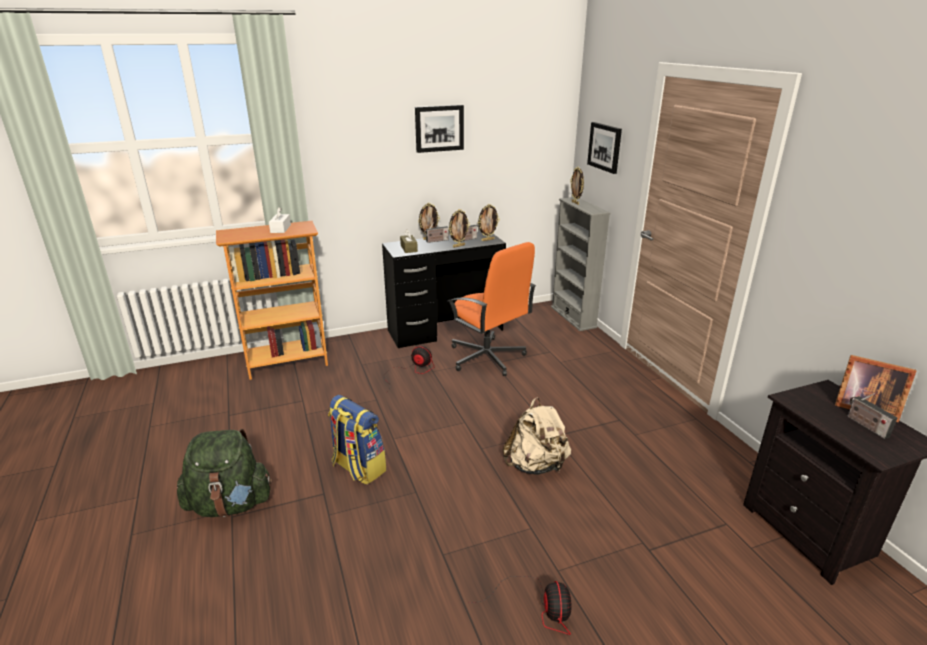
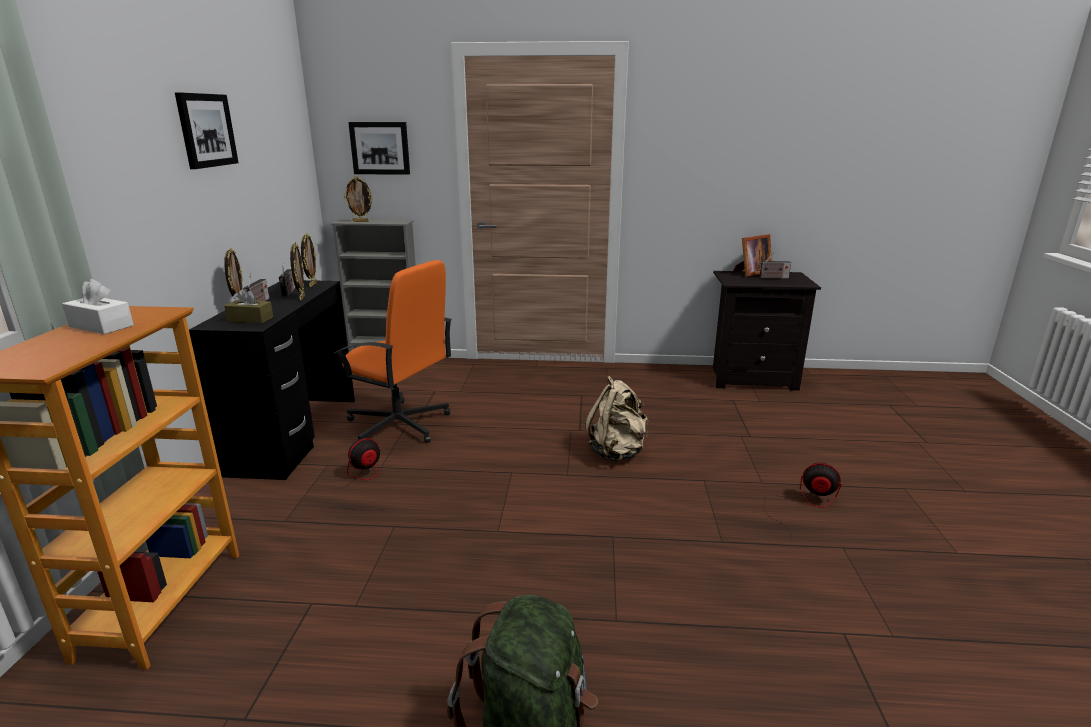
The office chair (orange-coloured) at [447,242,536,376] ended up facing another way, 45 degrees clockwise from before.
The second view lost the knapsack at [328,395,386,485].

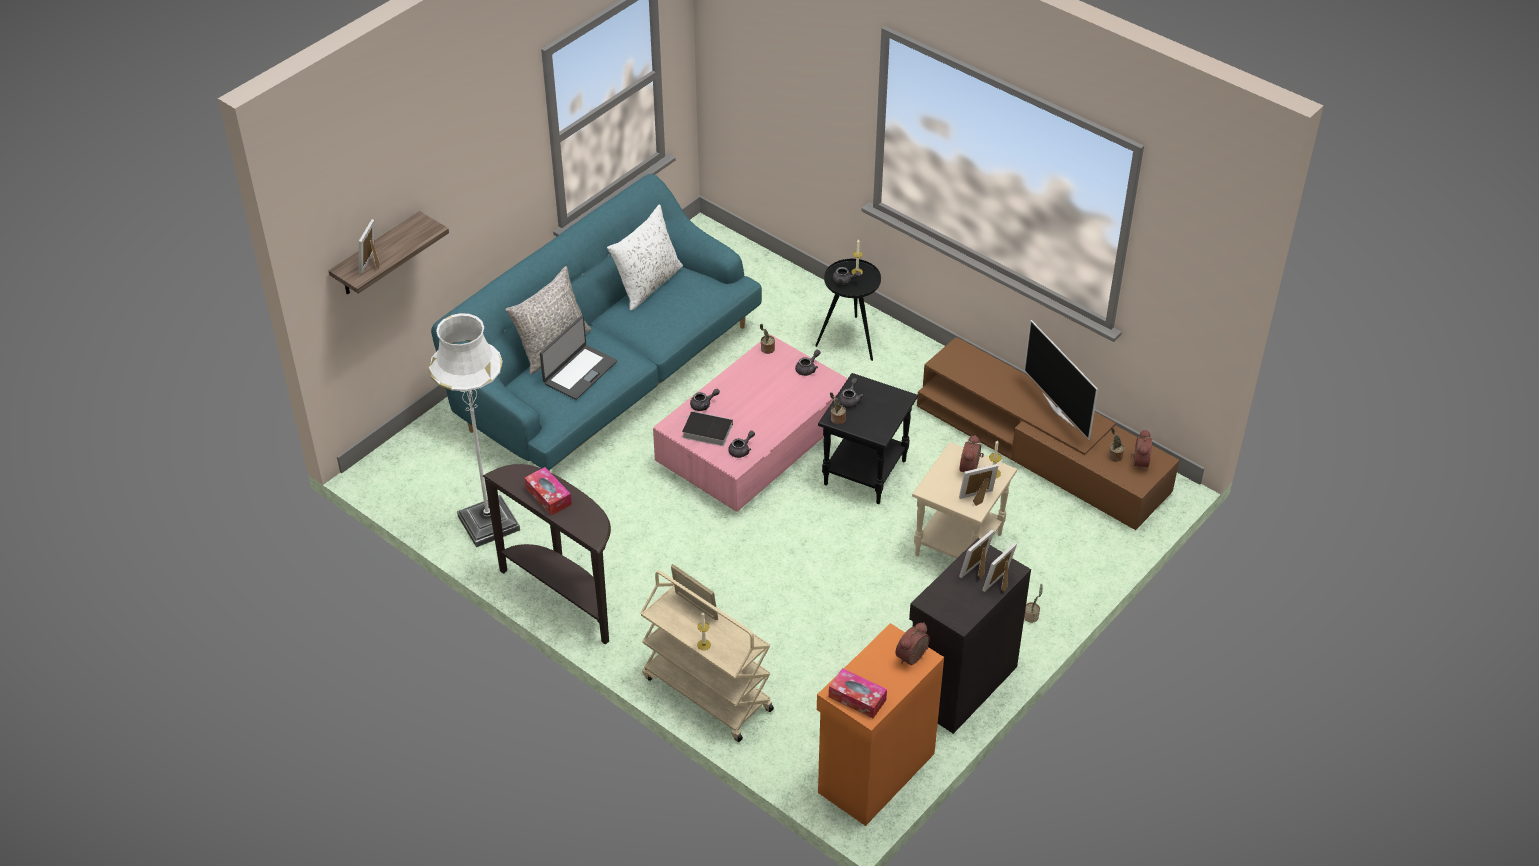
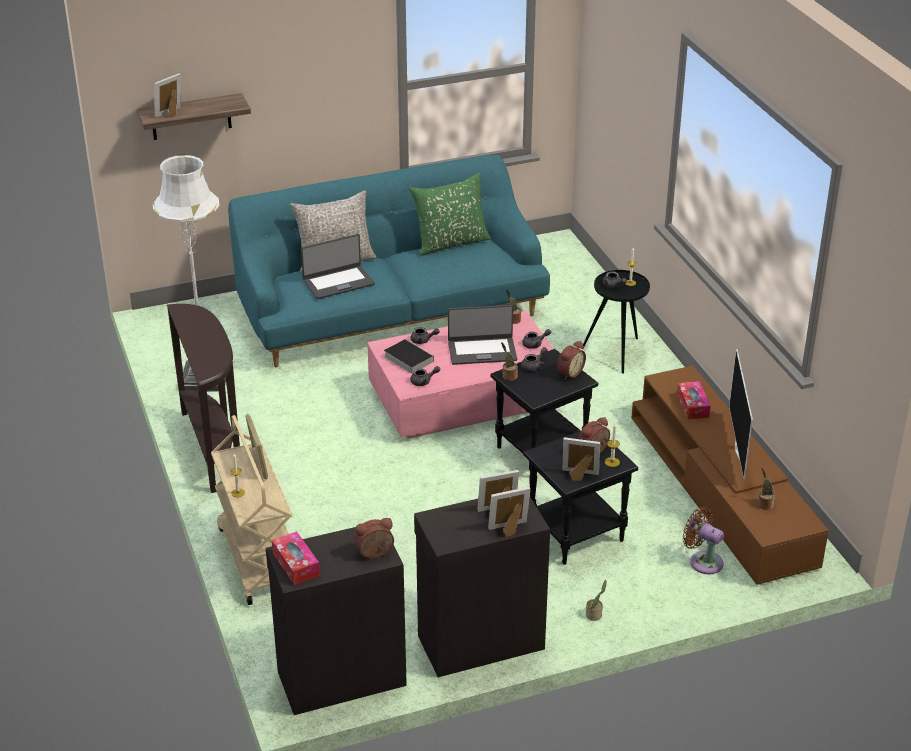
What was the throw pillow (white-coloured) at [607,205,683,311] turned into the throw pillow (green-coloured) at [409,173,491,256].
The bedside clock ended up elsewhere, having gone from [1131,429,1152,471] to [557,341,586,380].
What was the end table (beige) at [912,442,1017,559] turned into the end table (blackish) at [523,431,638,565].
The tissue holder ended up elsewhere, having gone from [524,467,572,516] to [677,381,711,420].
What was the cabinet (orange-coloured) at [817,623,944,826] turned into the cabinet (blackish) at [266,527,407,715].
The second view gained the portable computer at [448,305,517,365].
The second view gained the fan (brownish) at [683,507,724,574].

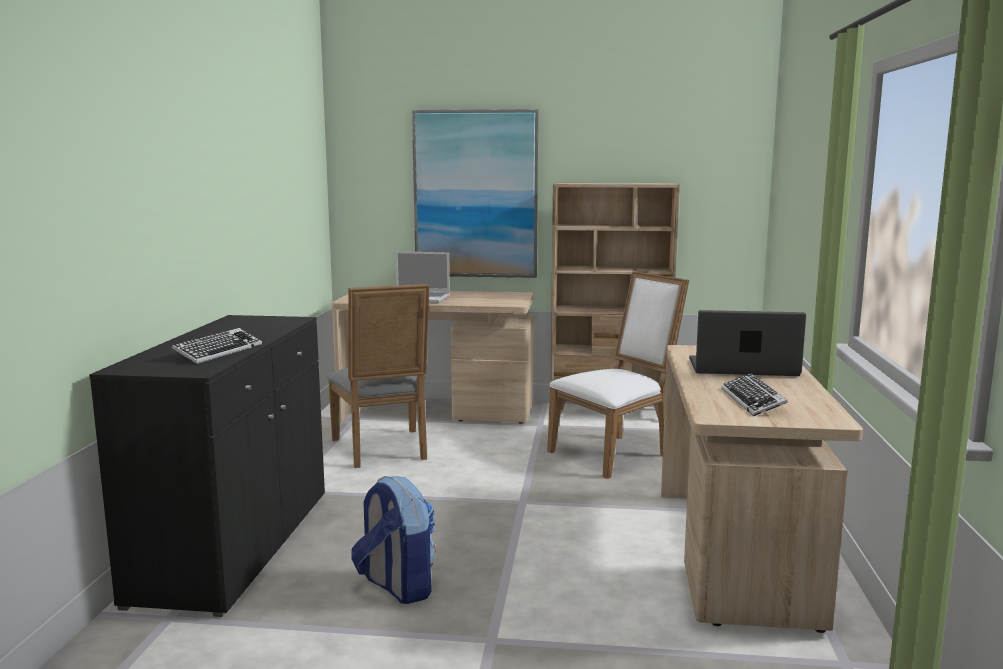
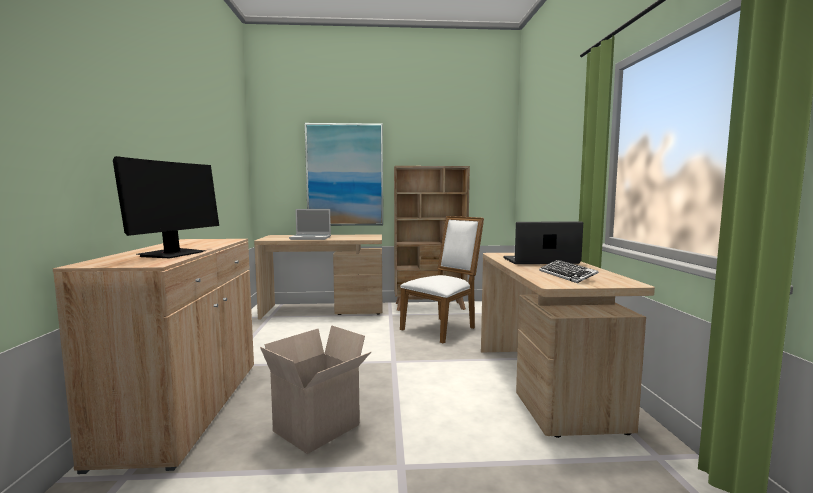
The second view lost the upright chair (grey) at [327,284,430,468].
What was the cabinet (blackish) at [89,315,325,617] turned into the cabinet (beige) at [53,239,254,474].
Where the keyboard stood at [172,328,262,364], the computer screen came to stand at [113,156,219,258].
Where the knapsack stood at [351,476,435,604], the carton came to stand at [260,325,371,454].

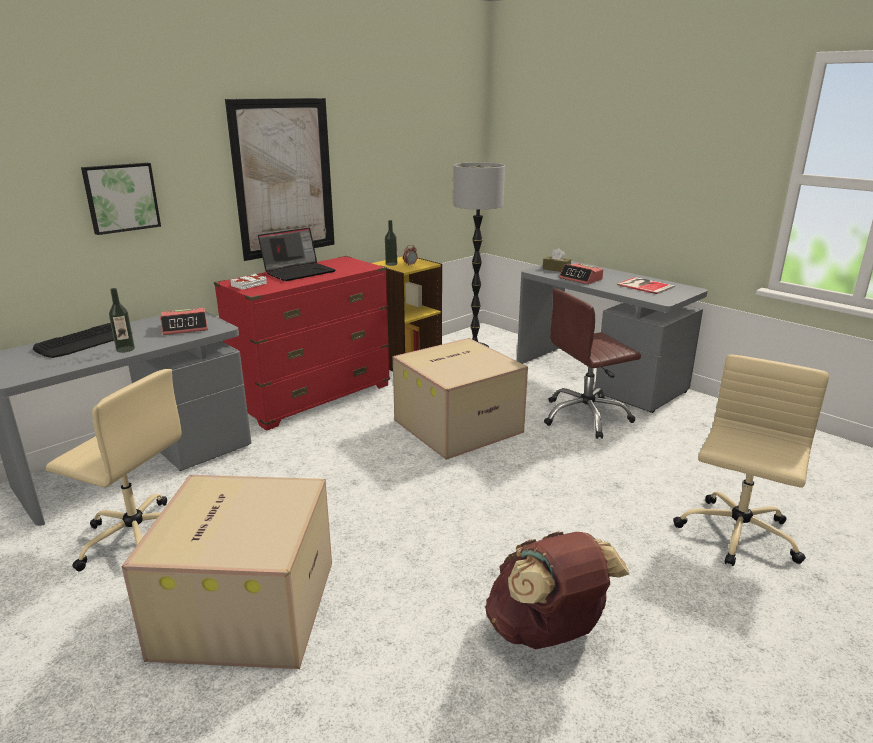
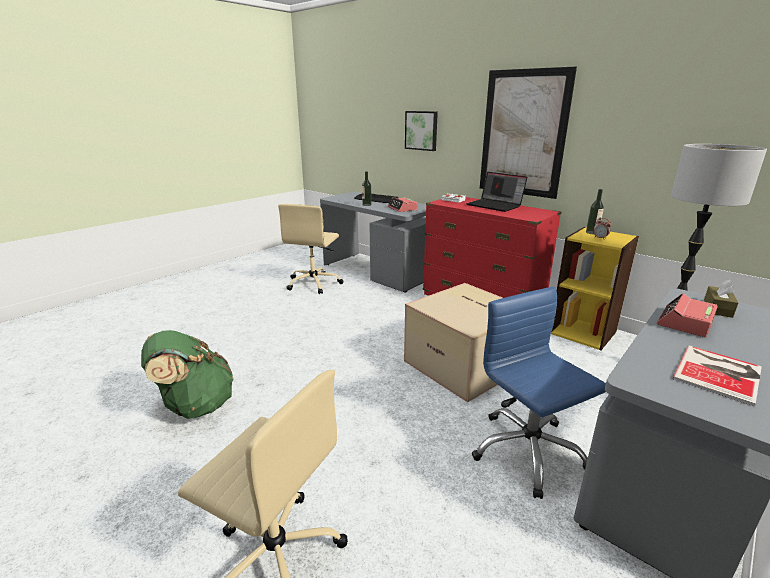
What was the office chair (brownish) at [544,288,641,439] turned into the office chair (blue-coloured) at [472,287,606,499].
The second view lost the carton at [121,475,332,669].
What was the knapsack (brownish) at [485,531,629,649] turned into the knapsack (green-coloured) at [141,330,234,419].

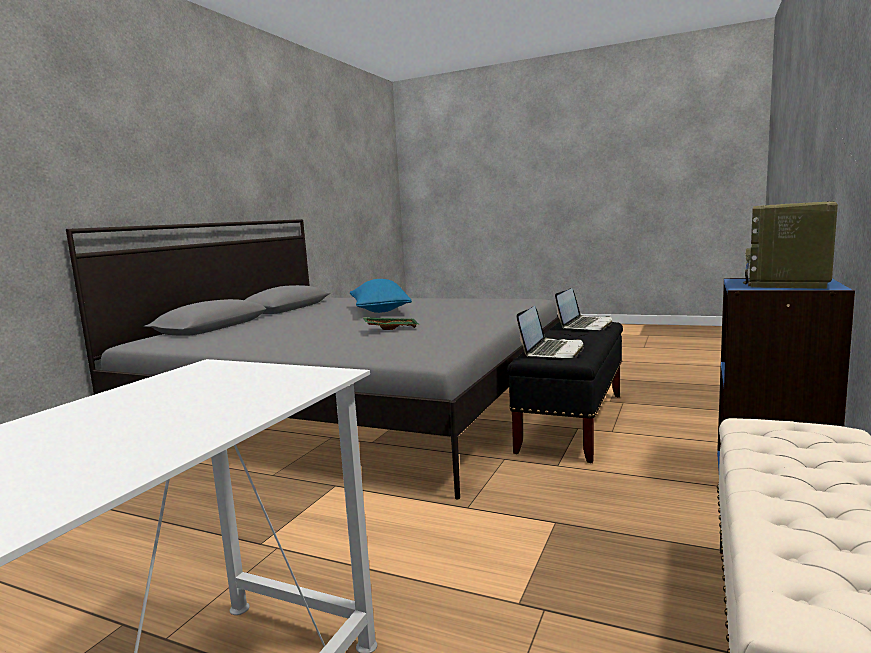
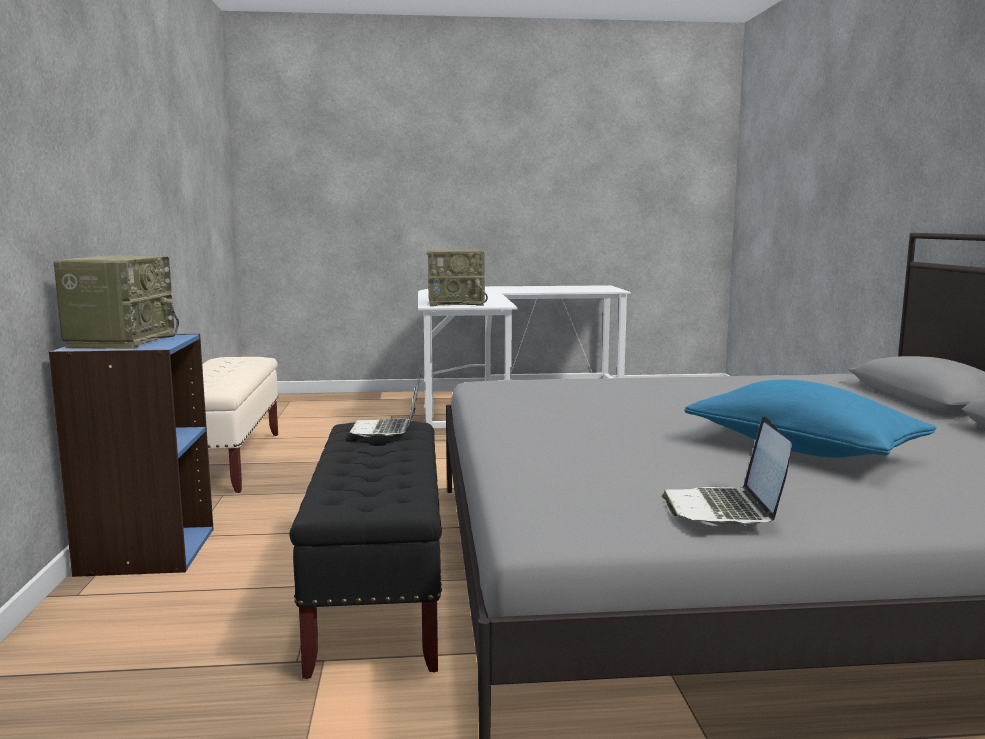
The portable computer ended up elsewhere, having gone from [555,288,612,330] to [662,416,792,526].
The second view lost the tray (green-coloured) at [363,317,420,330].
The second view gained the radio at [427,250,488,306].

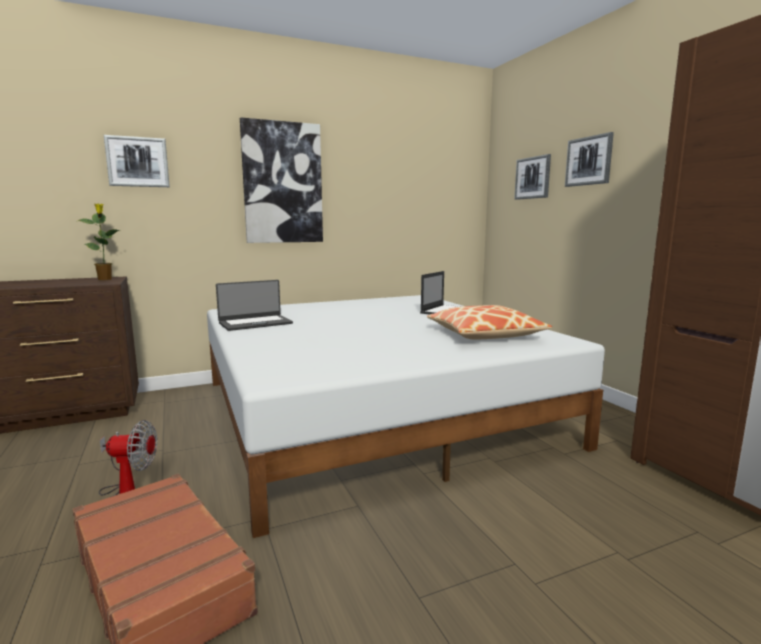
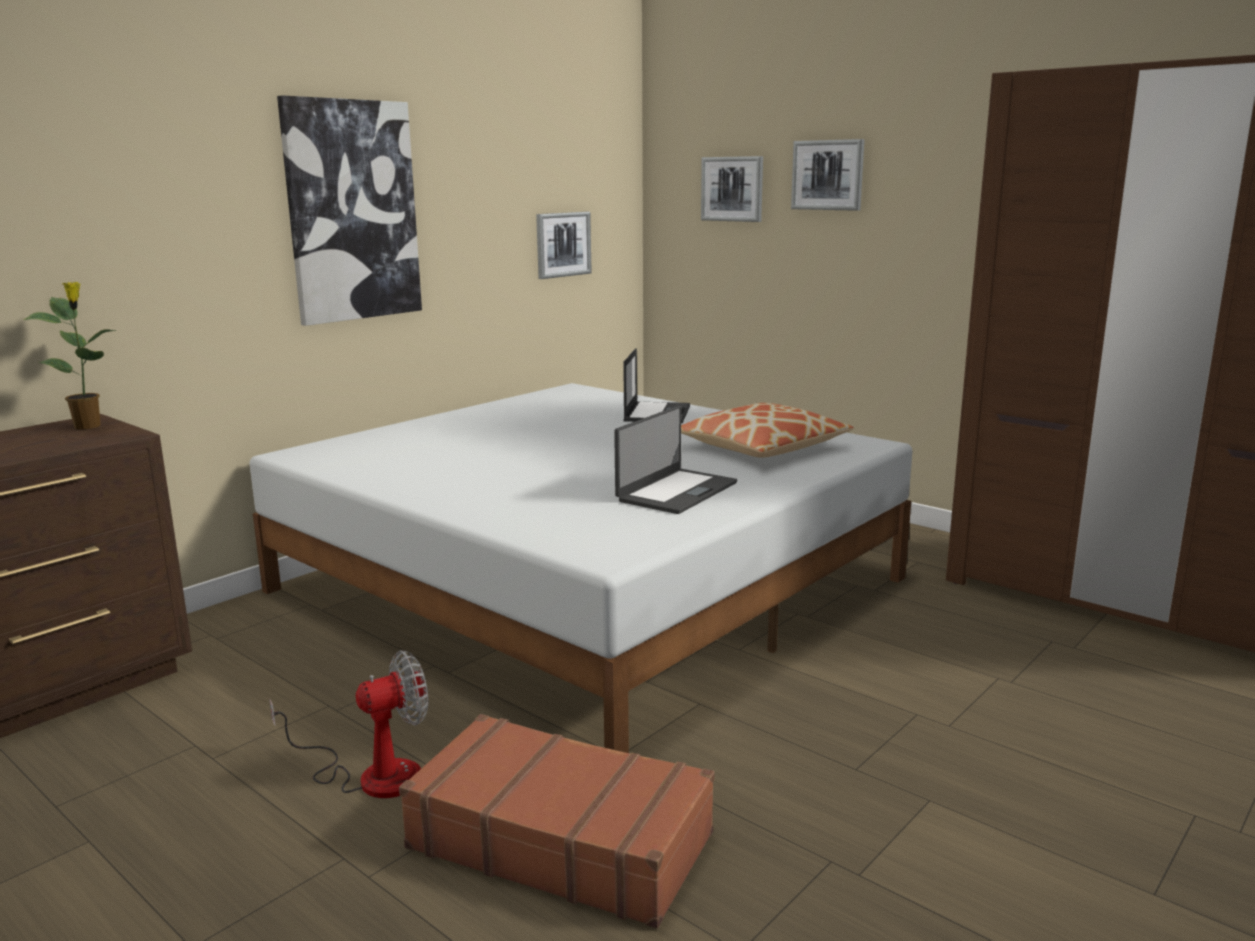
The wall picture ended up elsewhere, having gone from [104,135,170,187] to [536,212,592,279].
The portable computer ended up elsewhere, having gone from [216,280,293,331] to [614,406,737,514].

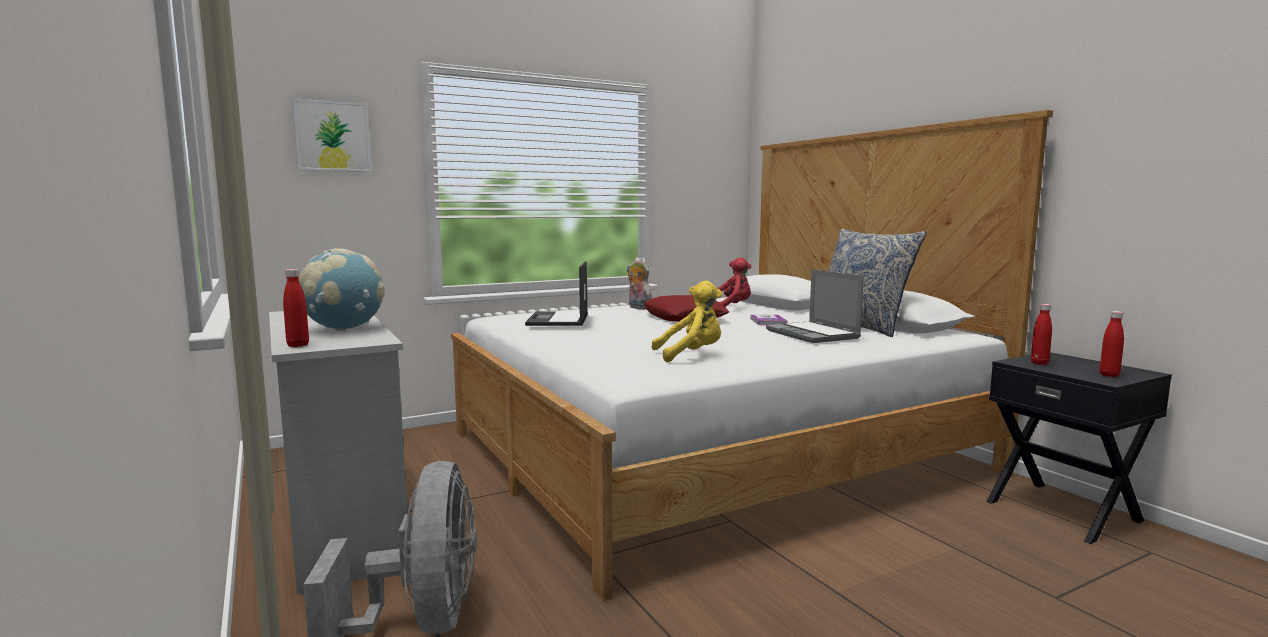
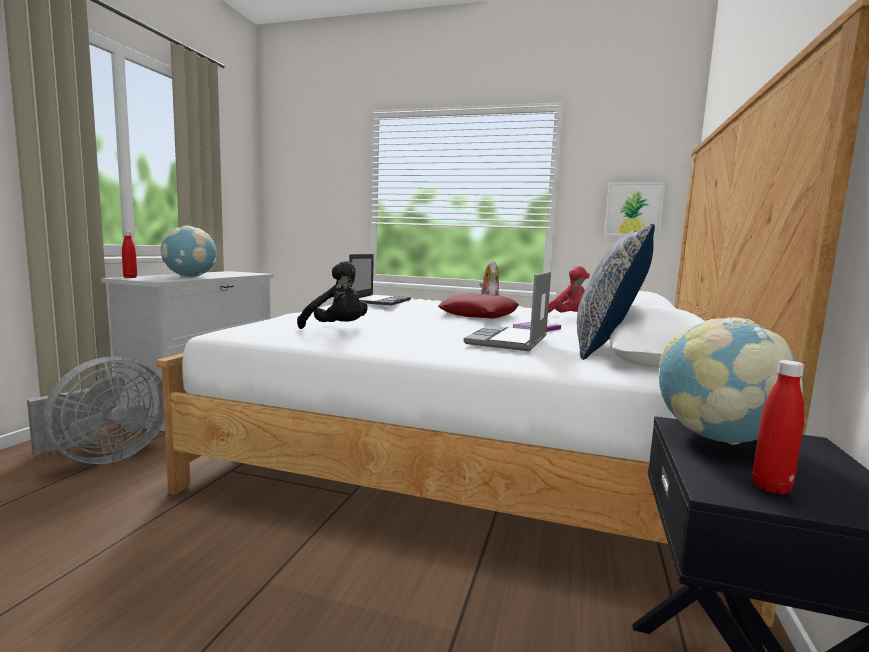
The wall picture ended up elsewhere, having gone from [293,99,372,172] to [604,182,666,237].
The portable computer at [525,261,588,326] ended up facing another way, 150 degrees clockwise from before.
What was the cuddly toy (yellow) at [652,281,722,363] turned into the cuddly toy (blackish) at [297,261,367,329].
Where the beverage bottle (reddish) stood at [1031,304,1052,365], the desk globe came to stand at [659,317,803,445].

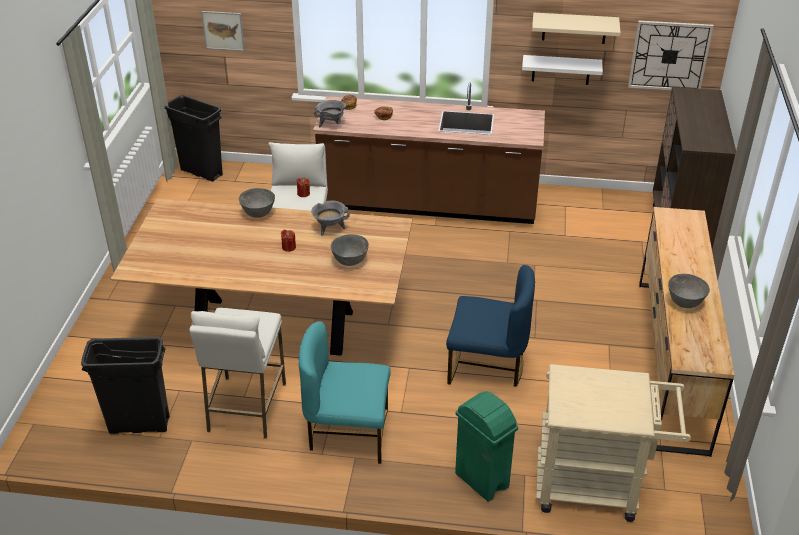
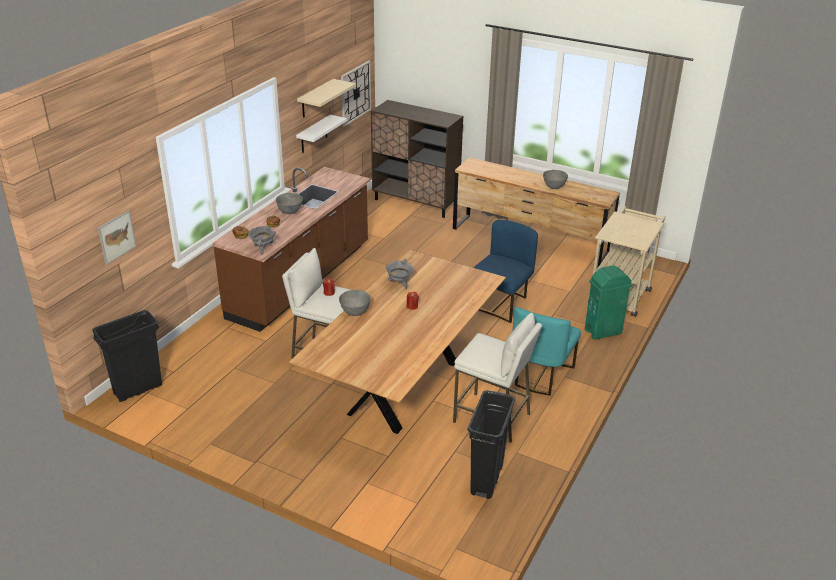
The serving bowl (grey) ended up elsewhere, having gone from [331,234,369,266] to [276,193,303,214].

